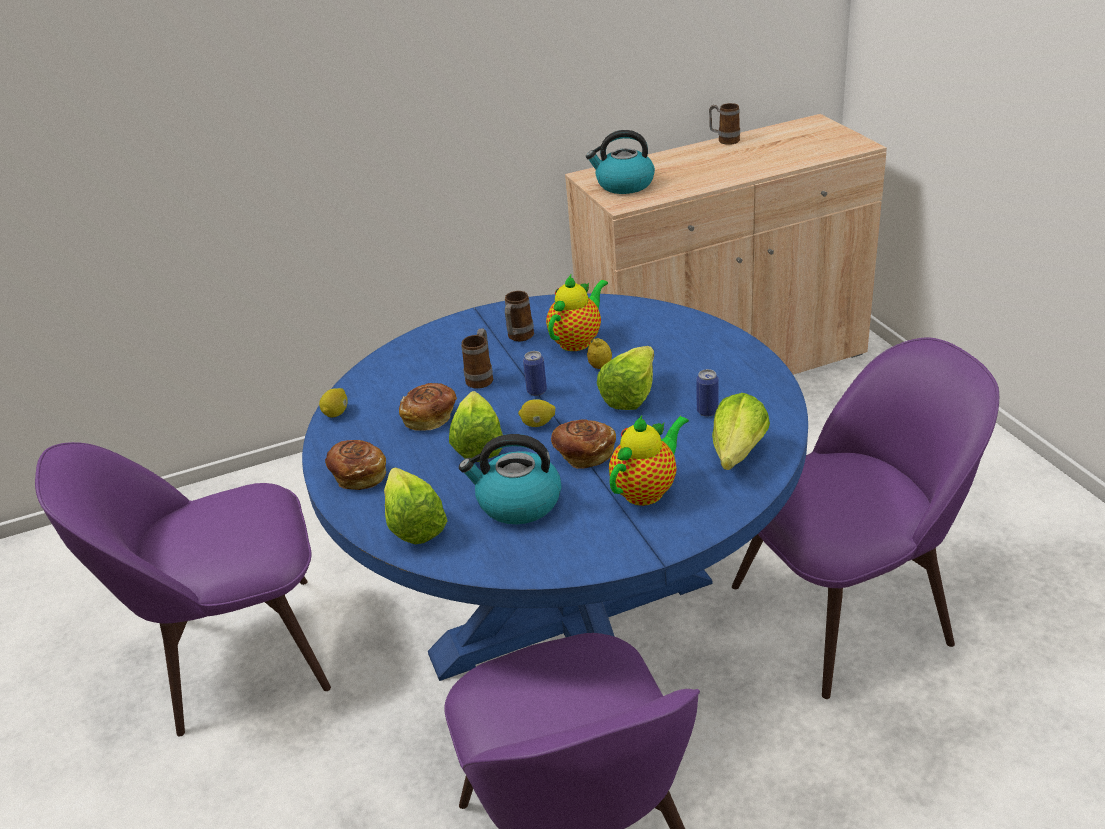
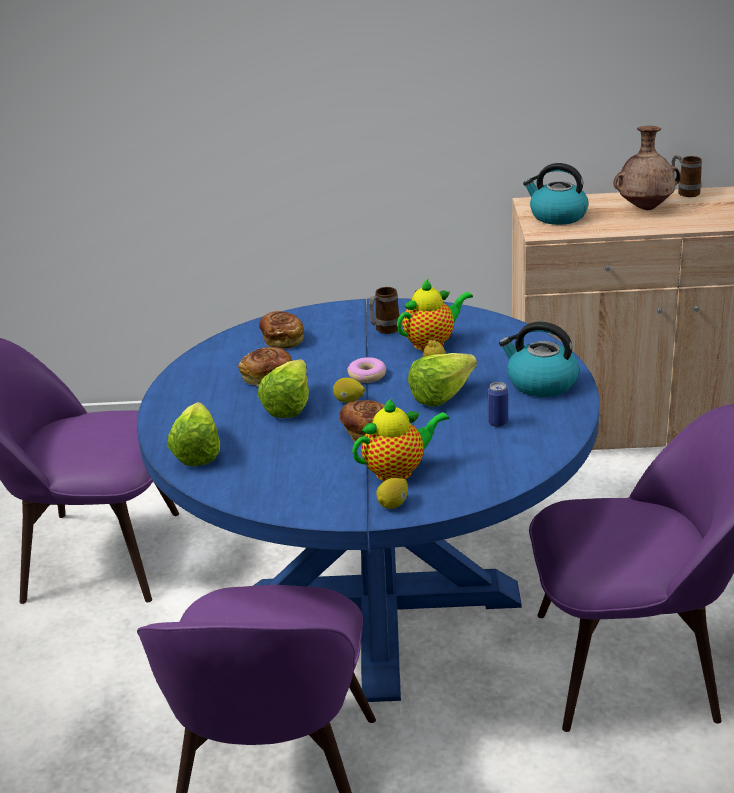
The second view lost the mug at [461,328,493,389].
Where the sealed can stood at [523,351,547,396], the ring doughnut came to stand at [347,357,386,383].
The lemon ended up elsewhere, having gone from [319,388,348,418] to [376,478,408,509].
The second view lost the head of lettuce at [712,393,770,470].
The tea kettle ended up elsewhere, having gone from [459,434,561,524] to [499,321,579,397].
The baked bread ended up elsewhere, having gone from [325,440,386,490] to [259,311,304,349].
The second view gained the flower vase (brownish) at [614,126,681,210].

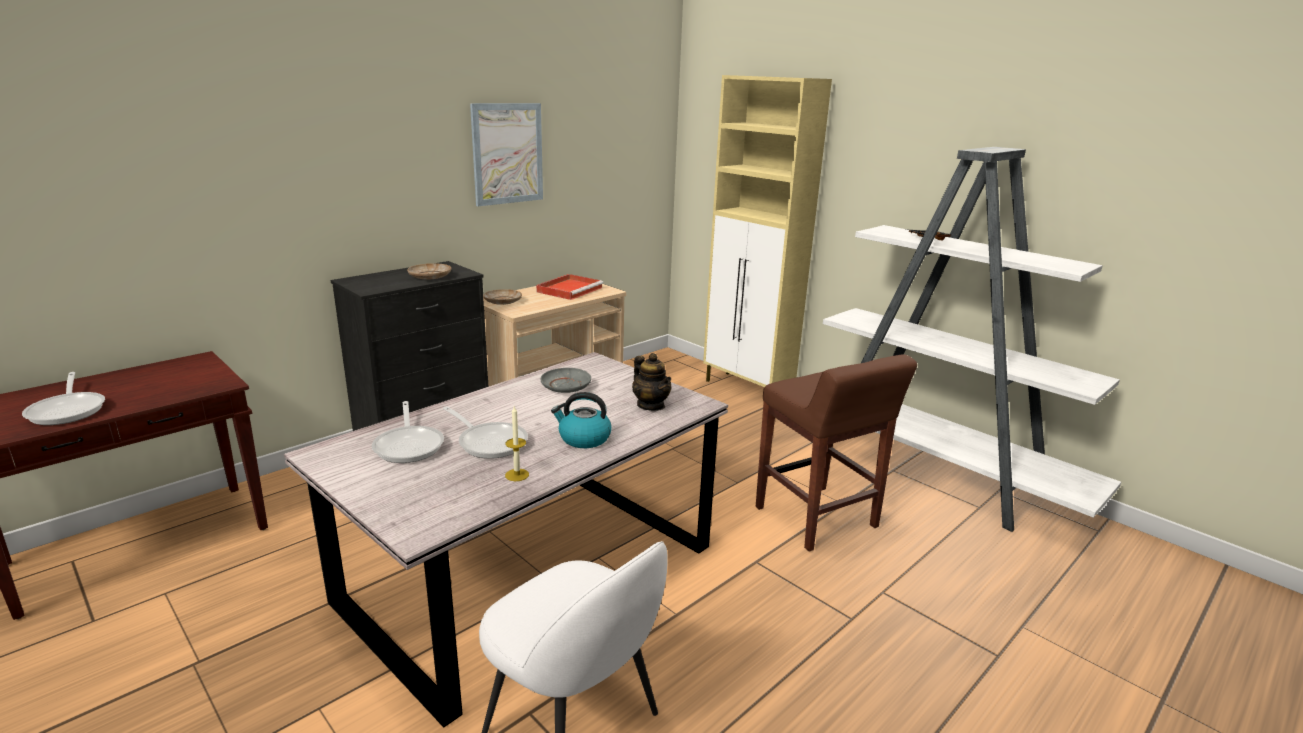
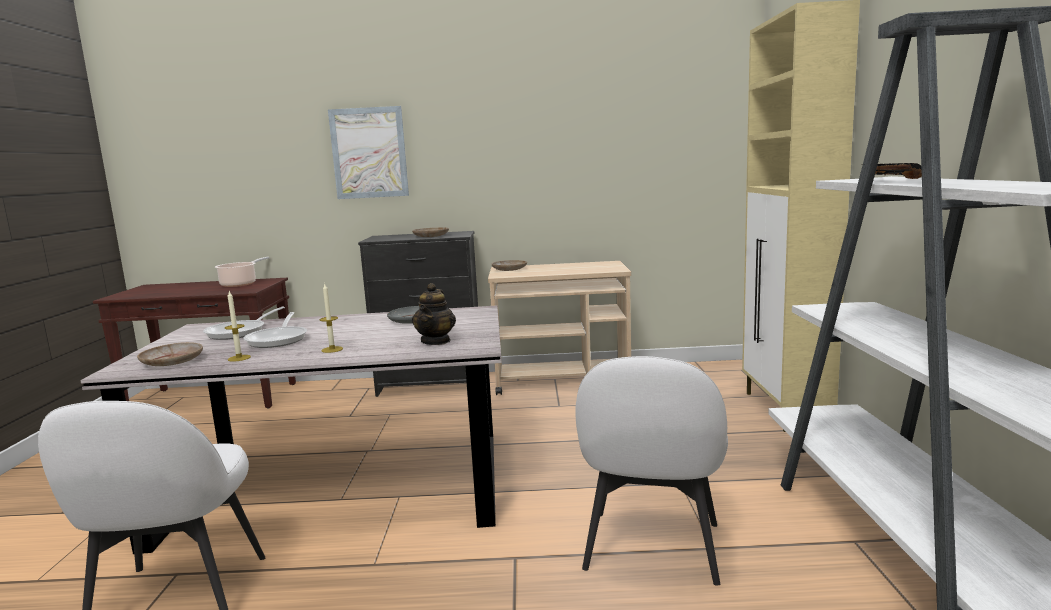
The wall picture ended up elsewhere, having gone from [470,103,543,206] to [328,106,409,199].
The second view lost the tray (reddish) at [536,274,603,300].
Where the stool seat (brownish) stood at [756,354,917,552], the upright chair (white-coloured) came to stand at [575,356,728,586].
The second view lost the pan at [22,372,105,425].
Where the tea kettle stood at [551,392,611,448], the wax light came to stand at [319,284,343,353].
The second view gained the saucepot at [215,257,269,287].
The second view gained the flat dish (beige) at [137,342,203,366].

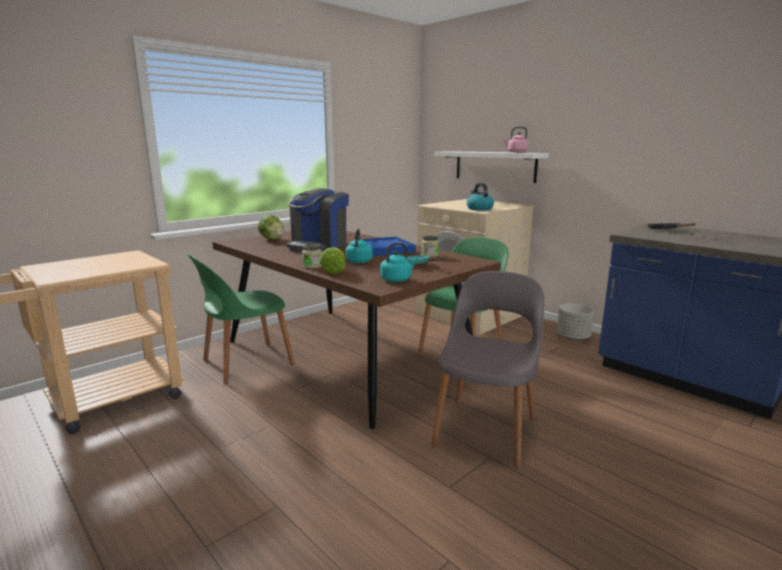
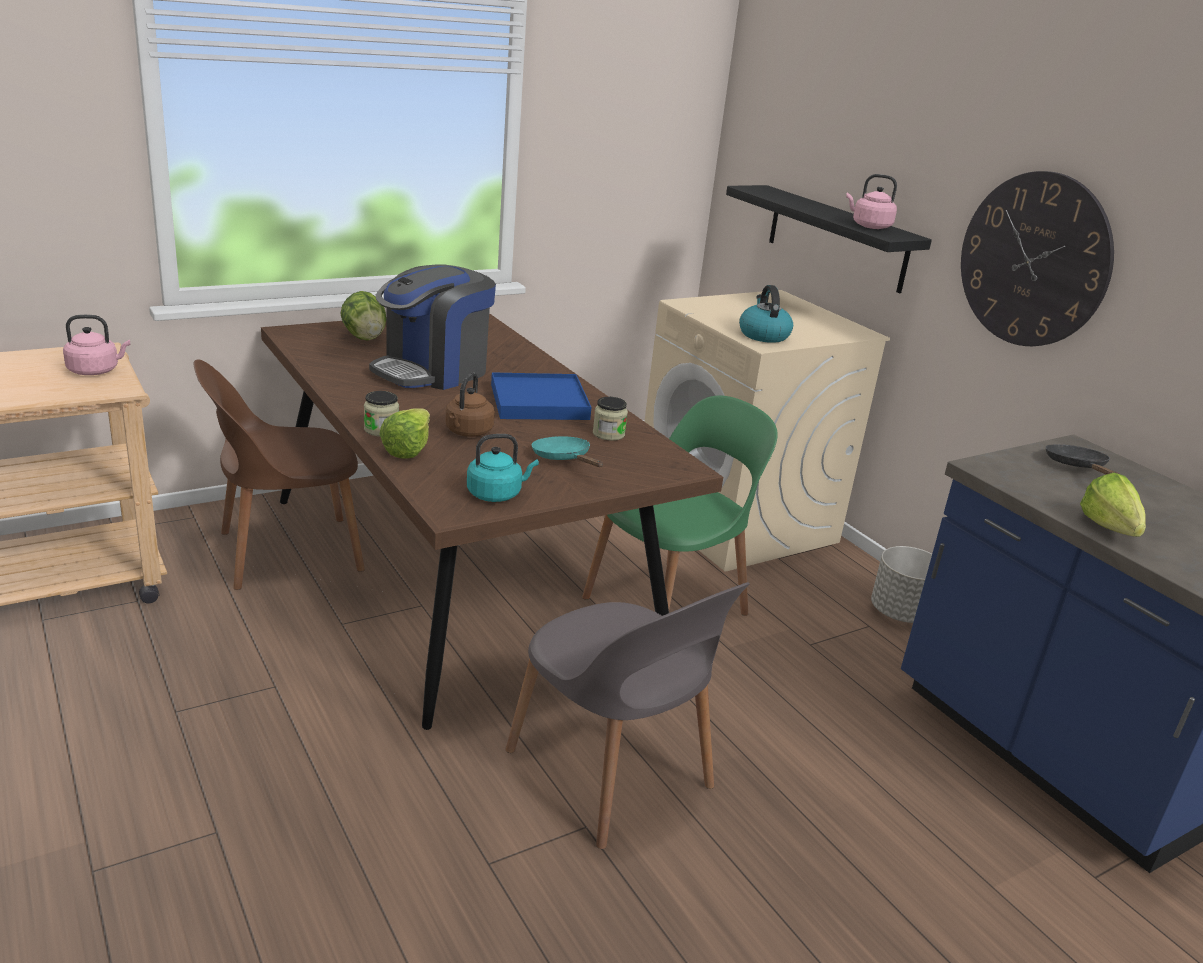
What was the bracket shelf (white-coloured) at [435,151,549,183] turned into the bracket shelf (blackish) at [726,185,932,293].
What was the tea kettle (turquoise) at [346,229,373,263] turned into the tea kettle (brownish) at [446,373,495,437].
What was the upright chair (green-coloured) at [187,254,295,384] turned into the upright chair (brownish) at [194,359,365,590].
The upright chair (grey) at [431,271,544,469] ended up facing another way, 105 degrees clockwise from before.
The second view gained the hanging clock at [961,171,1114,346].
The second view gained the tea kettle (pinkish) at [63,315,130,375].
The second view gained the head of lettuce at [1080,473,1146,537].

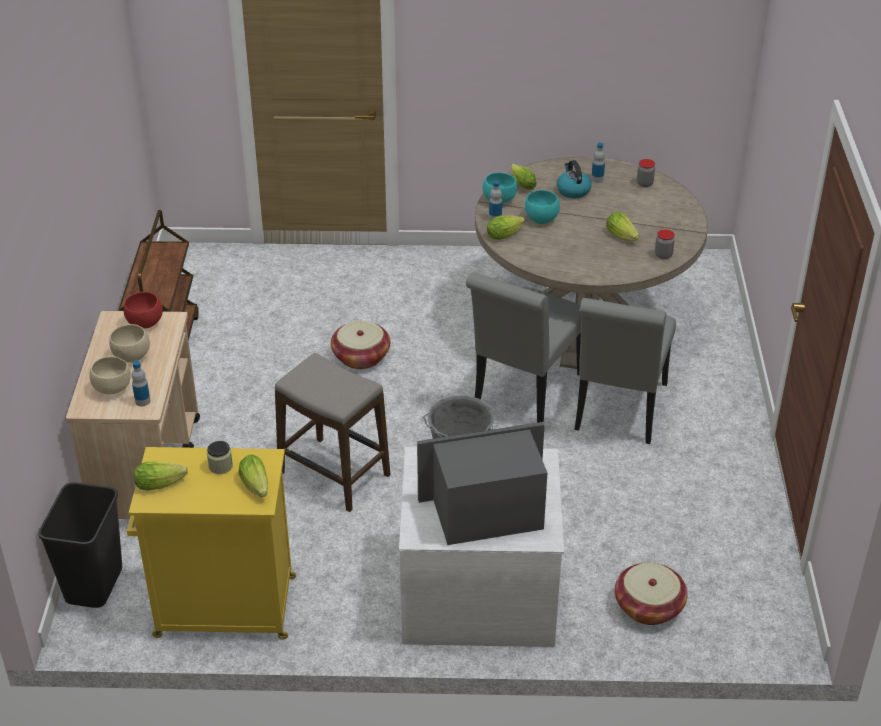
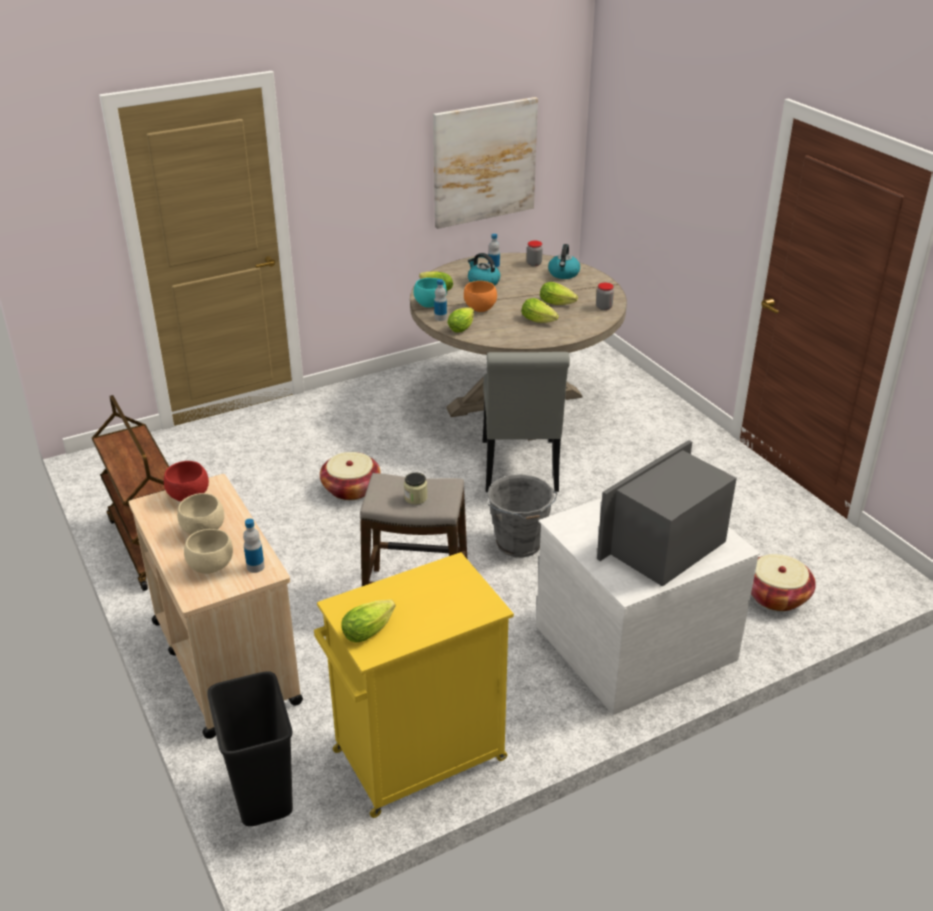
What was the serving bowl (turquoise) at [525,190,560,224] turned into the serving bowl (orange-coloured) at [464,281,497,312].
The second view lost the upright chair (grey) at [574,298,676,444].
The storage jar ended up elsewhere, having gone from [207,441,233,474] to [404,472,427,504].
The head of lettuce ended up elsewhere, having gone from [239,455,268,497] to [521,298,559,323].
The second view gained the wall picture at [433,97,538,229].
The second view gained the tea kettle at [548,244,580,279].

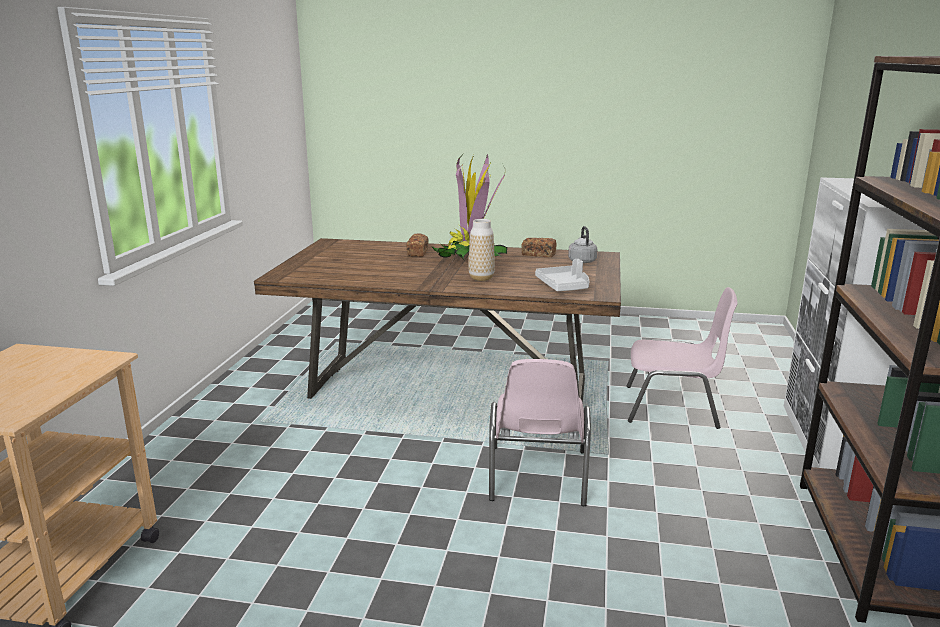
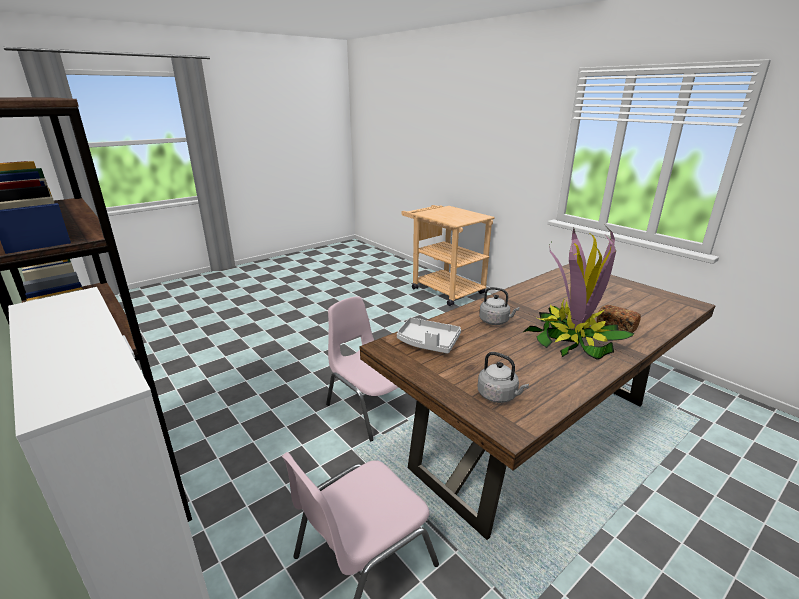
Where the flower vase stood at [468,219,495,281], the tea kettle (grey) came to stand at [479,287,519,325].
The second view lost the baked bread at [522,238,556,257].

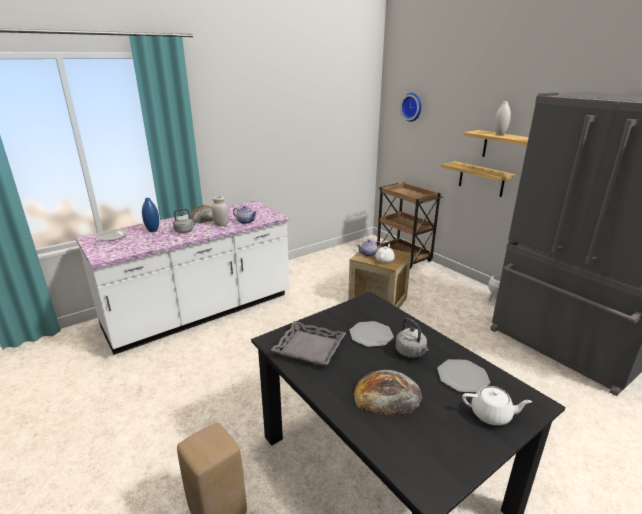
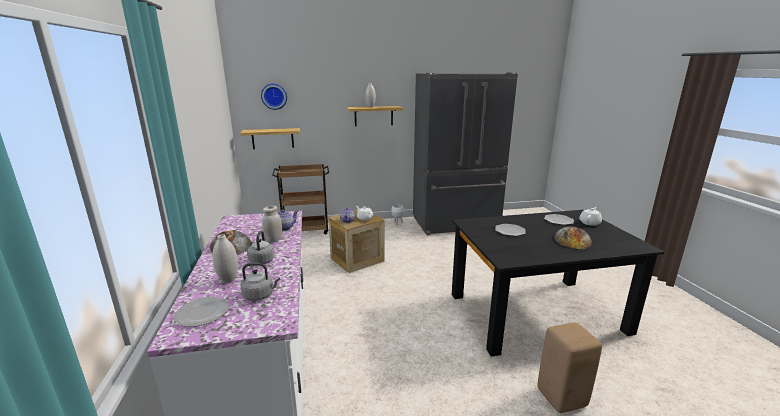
The bracket shelf ended up elsewhere, having gone from [441,161,515,197] to [240,128,300,149].
What was the flower vase (blue-coloured) at [142,198,159,232] turned into the flower vase (white-coloured) at [212,234,238,283].
The tea kettle (grey) ended up elsewhere, having gone from [396,318,429,358] to [241,263,280,301].
The second view lost the tray (grey) at [271,321,346,366].

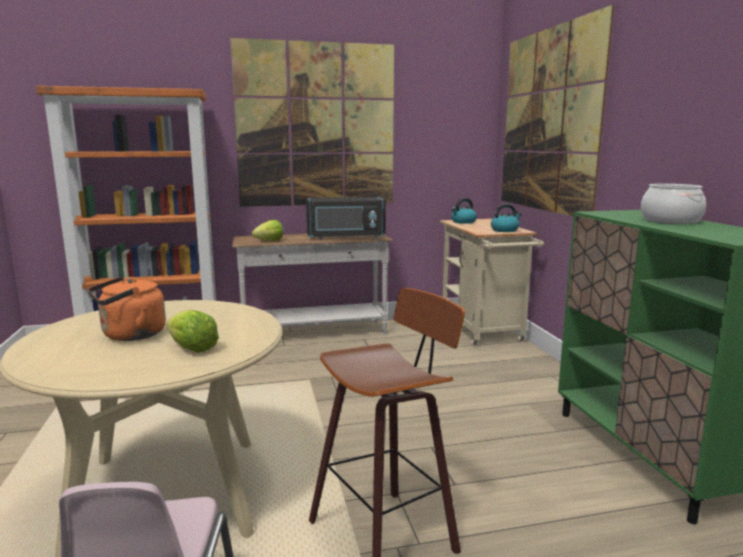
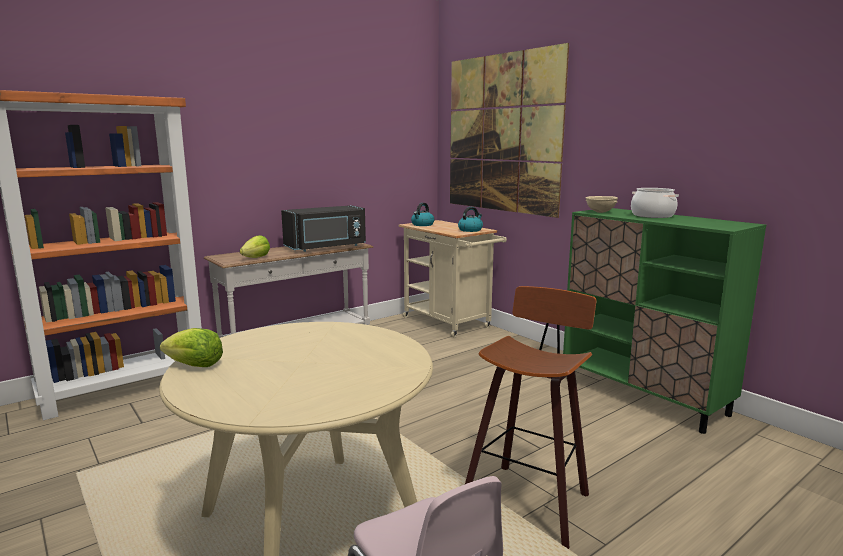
The second view lost the wall picture at [230,38,394,207].
The second view lost the tea kettle (orange-coloured) at [88,277,166,341].
The head of lettuce ended up elsewhere, having gone from [166,310,219,353] to [160,328,223,367].
The second view gained the serving bowl (beige) at [586,196,618,213].

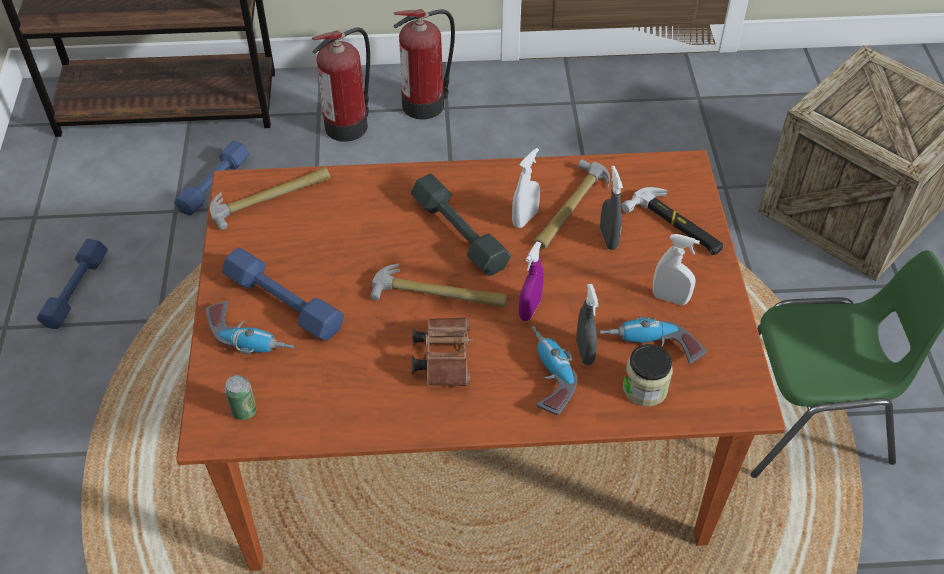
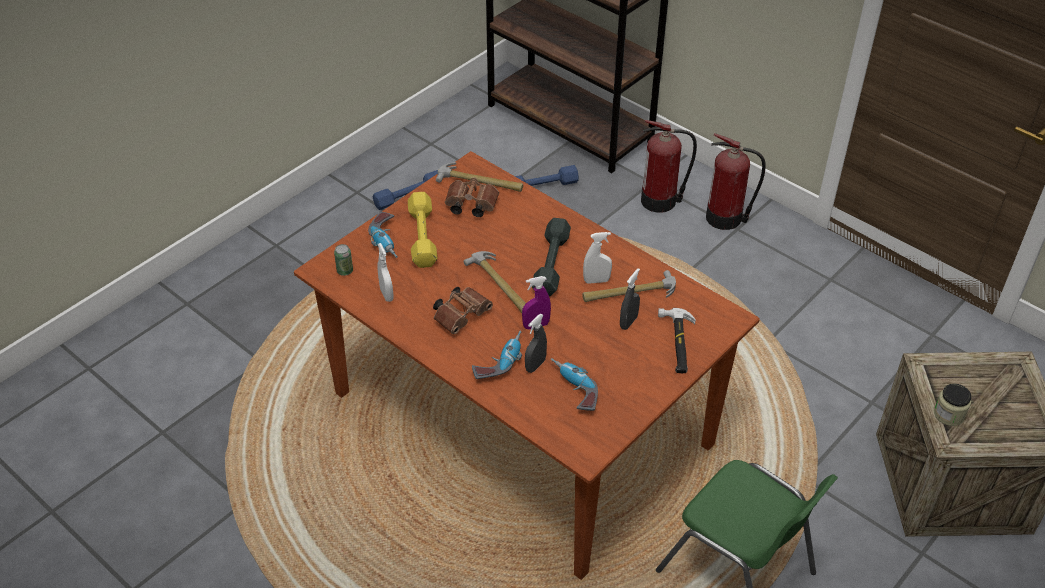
The hand sprayer (white-coloured) ended up elsewhere, having gone from [653,234,700,305] to [377,243,394,302].
What was the dumbbell (blue-coloured) at [222,248,344,341] turned into the dumbbell (yellow) at [408,192,437,268].
The storage jar ended up elsewhere, having gone from [623,344,673,407] to [934,384,971,426].
The second view gained the pair of binoculars (brownish) at [445,178,499,217].

